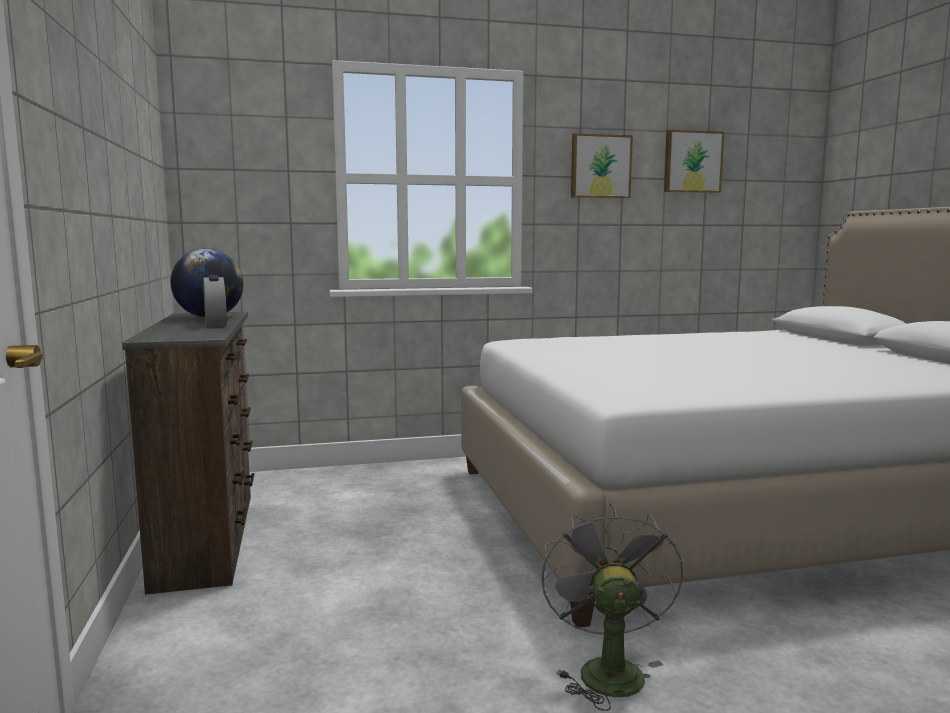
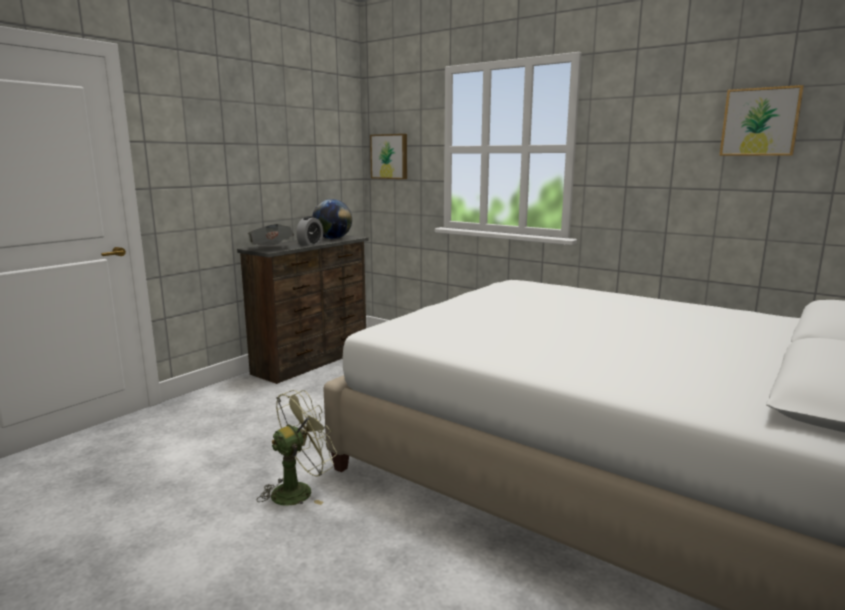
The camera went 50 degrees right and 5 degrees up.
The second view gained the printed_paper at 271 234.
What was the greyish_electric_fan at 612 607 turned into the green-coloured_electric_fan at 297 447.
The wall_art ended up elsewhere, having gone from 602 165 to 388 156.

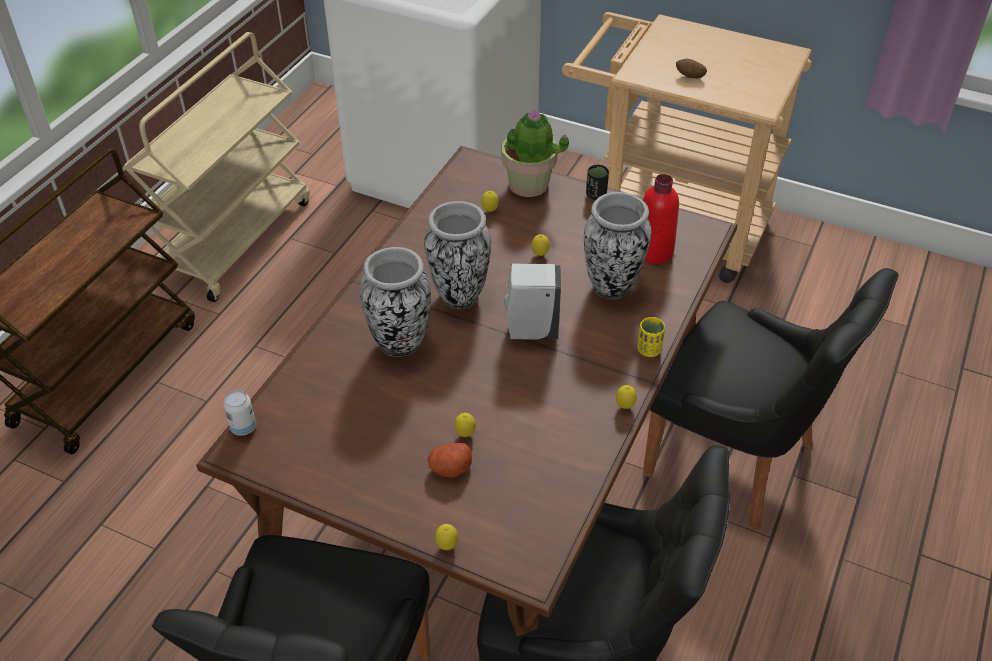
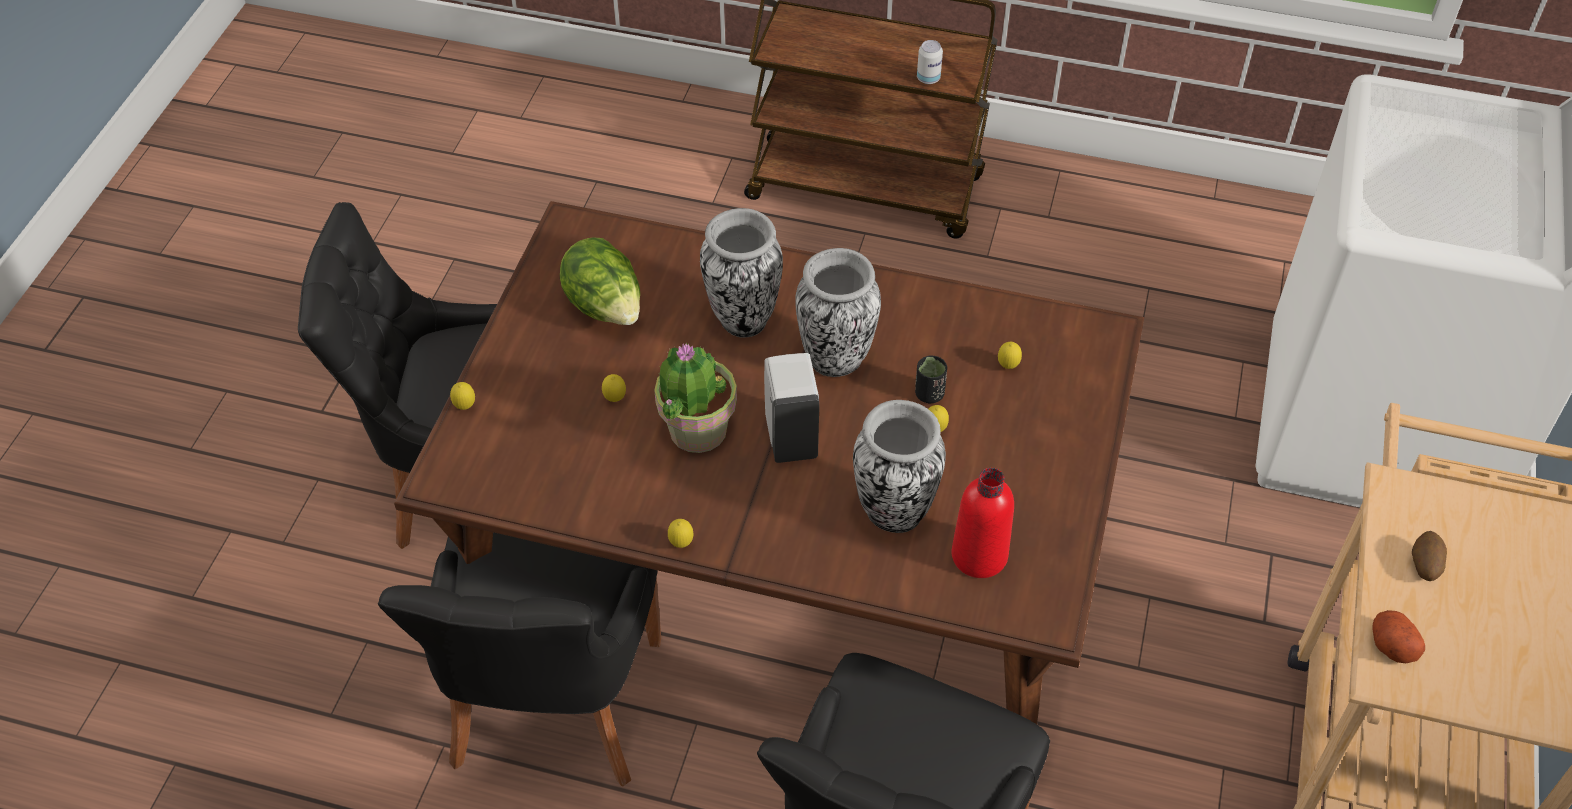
The camera went 80 degrees right and 5 degrees up.
The second view gained the head_of_lettuce at 600 281.
The potted_plant ended up elsewhere, having gone from 535 153 to 695 397.
The black_cup ended up elsewhere, having gone from 597 182 to 931 379.
The sealed_can ended up elsewhere, having gone from 239 413 to 930 62.
The whole_potato ended up elsewhere, having gone from 450 460 to 1398 636.
The second view lost the beige_wheeled_cart at 216 167.
The second view lost the yellow_cup at 651 337.

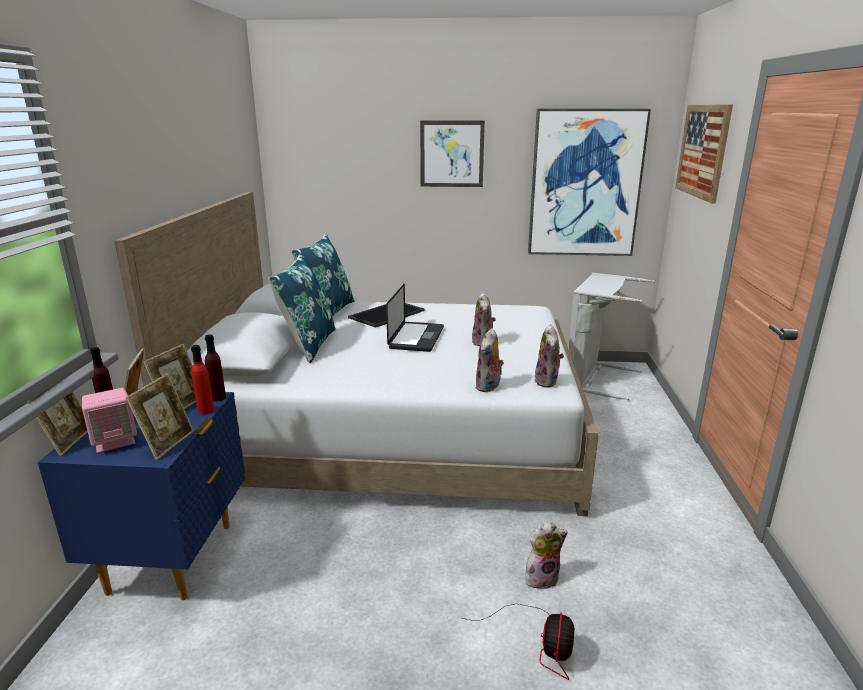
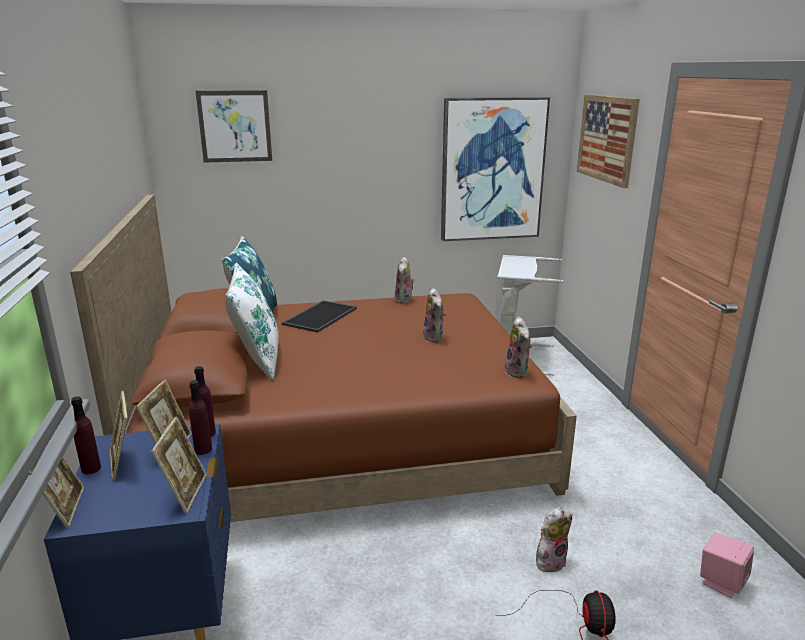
The camera went 15 degrees left and 0 degrees up.
What was the white_bedroom_bed at 356 354 turned into the brownish_bedroom_bed at 323 358.
What was the red-coloured_beverage_bottle at 202 380 turned into the purple_beverage_bottle at 200 417.
The wall_art ended up elsewhere, having gone from 452 153 to 234 126.
What was the blue-coloured_cushion at 302 308 turned into the white_cushion at 252 321.
The plush_toy ended up elsewhere, having gone from 489 360 to 405 280.
The pink_audio_speaker ended up elsewhere, having gone from 109 420 to 727 565.
The second view lost the portable_computer at 415 318.

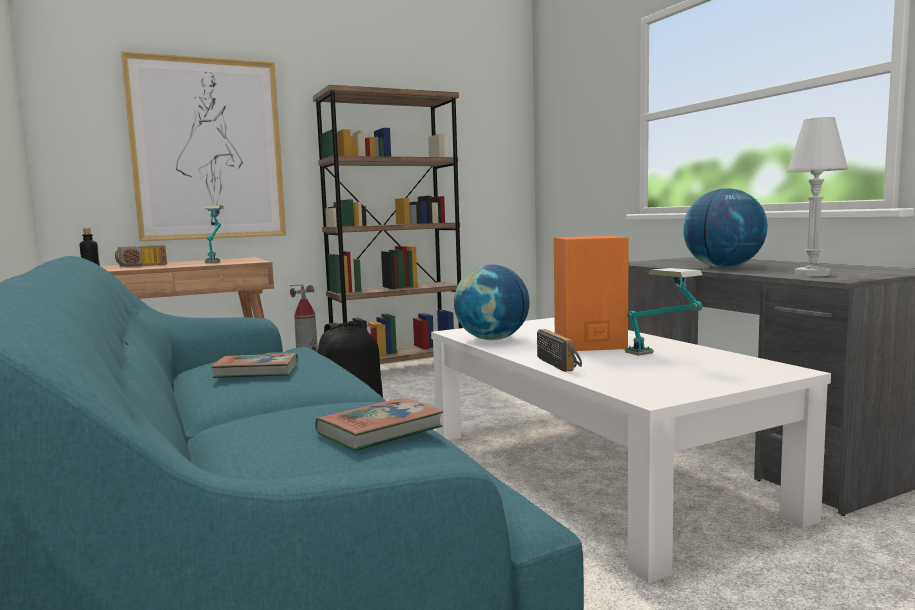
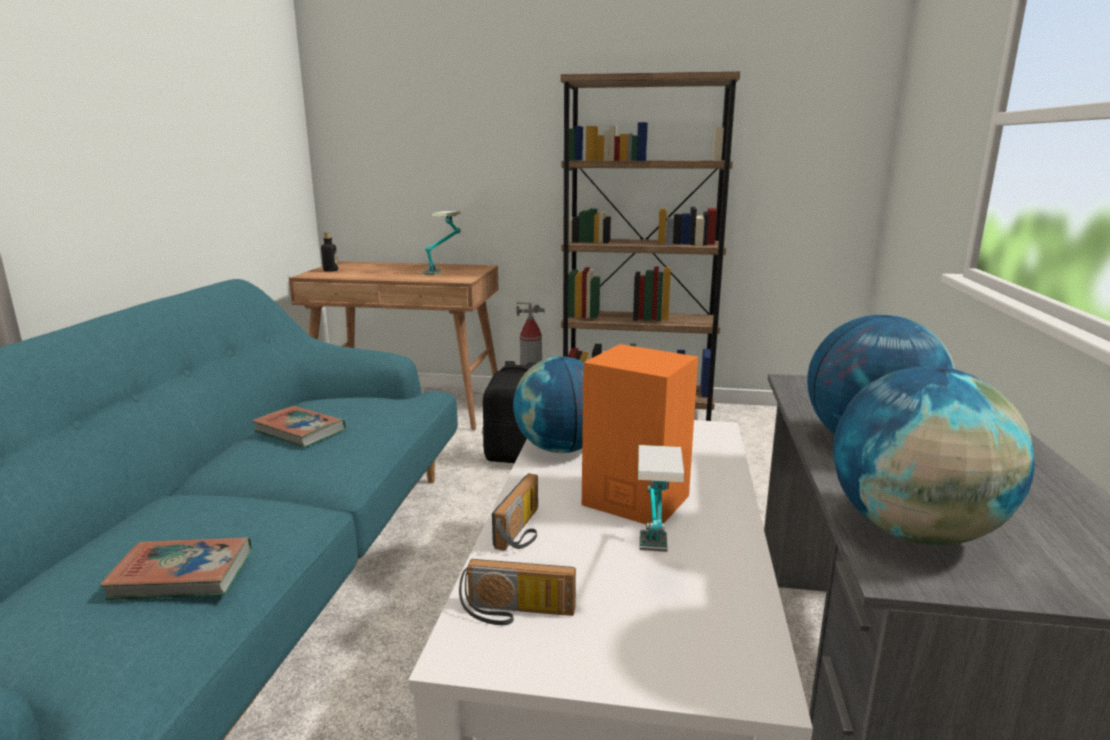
The camera went 35 degrees right and 10 degrees up.
The radio_receiver ended up elsewhere, having gone from 141 256 to 517 592.
Where the white_tabletop_lamp stood at 817 196, the globe came to stand at 934 455.
The second view lost the wall_art at 203 146.

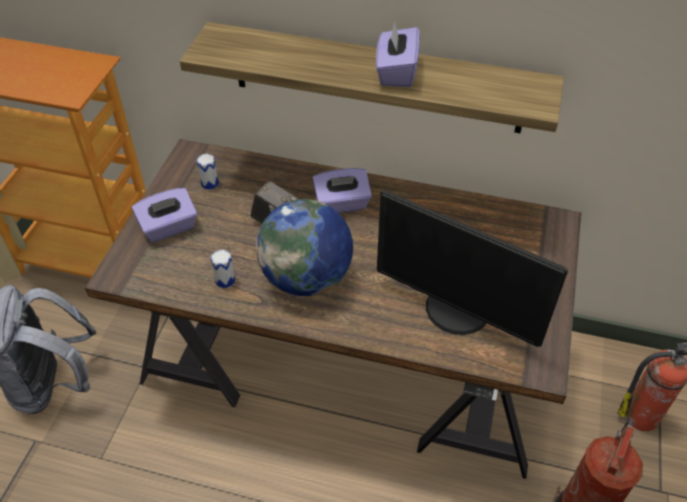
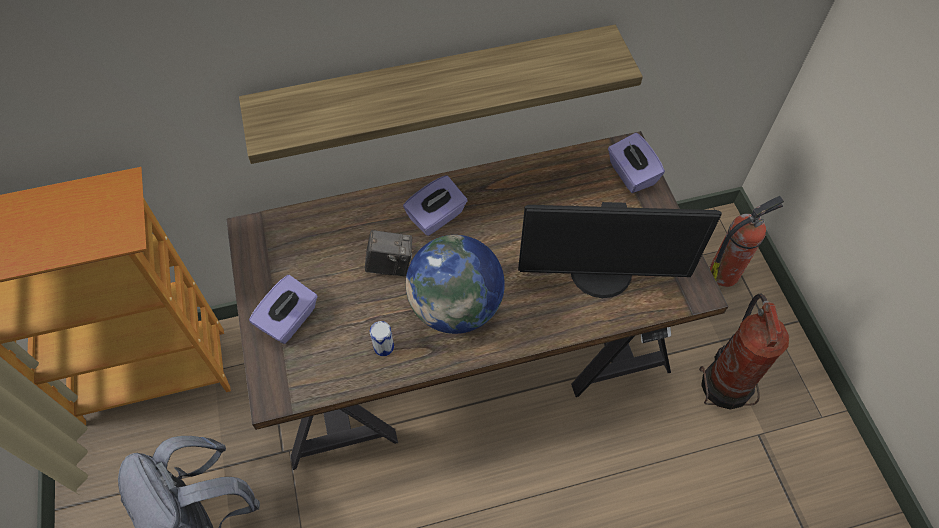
The camera went 30 degrees left and 10 degrees up.
The purple_tissue_box ended up elsewhere, having gone from 398 54 to 636 163.
The second view lost the sealed_can at 207 172.

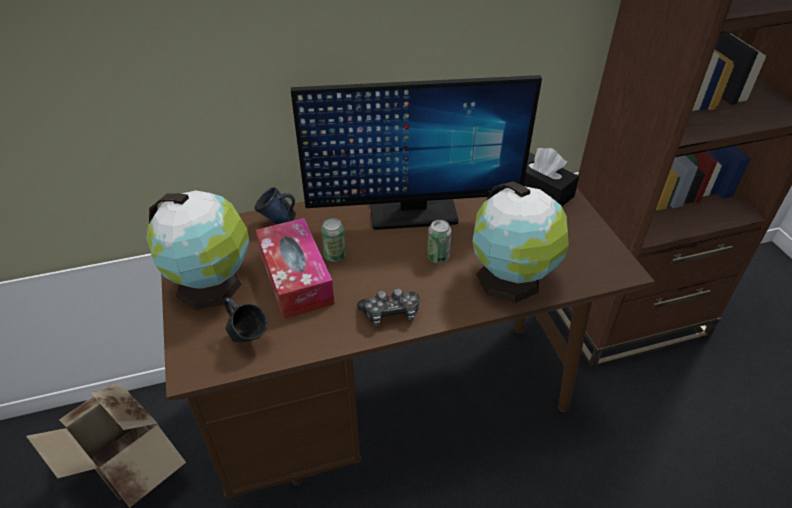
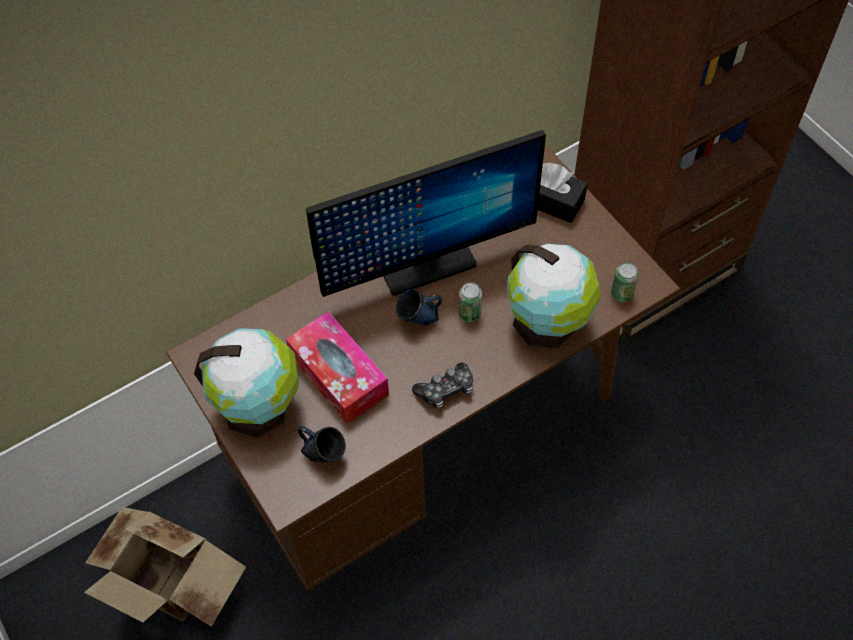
The camera went 15 degrees left and 15 degrees up.
The blue-coloured_coffee_mug ended up elsewhere, having gone from 275 205 to 419 307.
The sealed_can ended up elsewhere, having gone from 333 240 to 625 282.

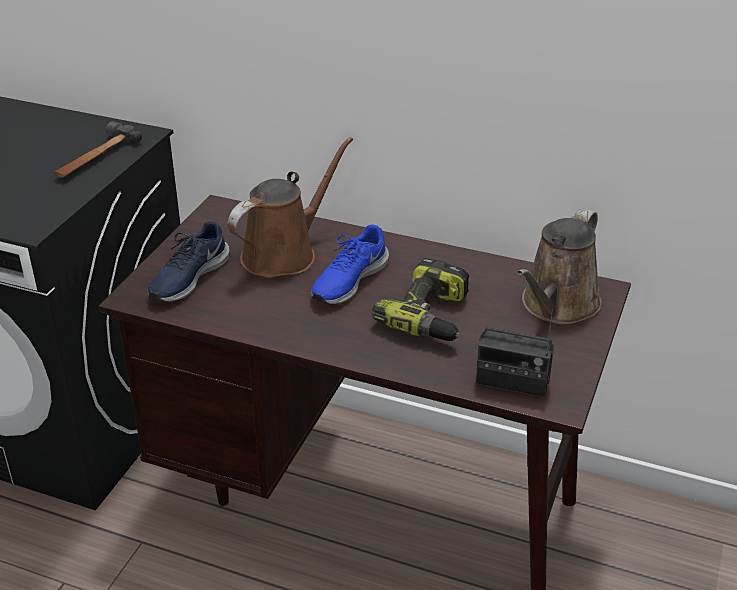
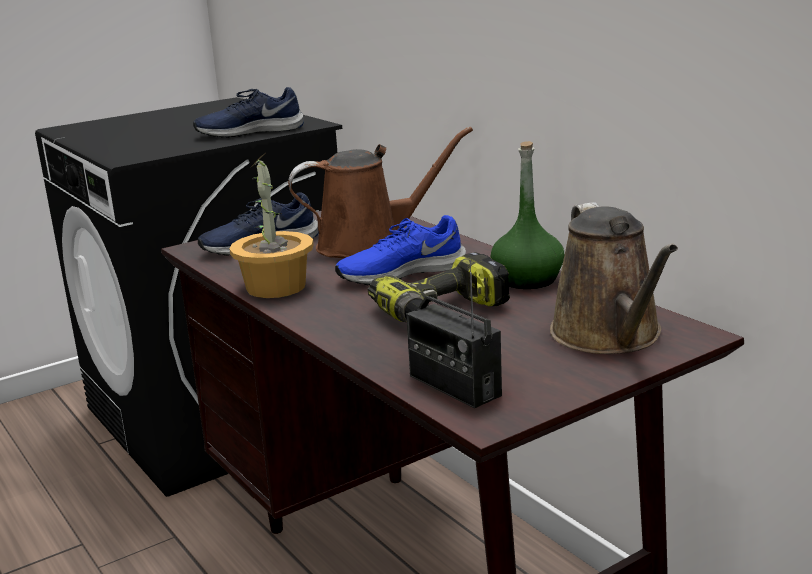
The camera went 35 degrees right and 15 degrees down.
Where the hand_hammer stood at 98 149, the blue-coloured_shoe came to stand at 248 112.
The second view gained the potted_plant at 271 226.
The second view gained the green-coloured_beverage_bottle at 527 215.
The brownish_watering_can at 559 266 ended up facing another way, 75 degrees counterclockwise from before.

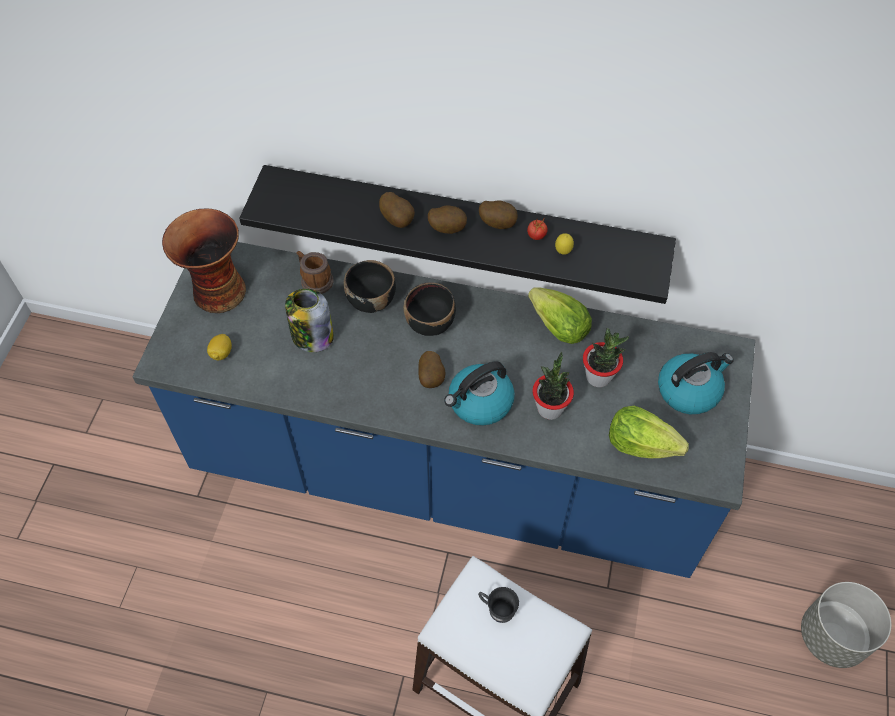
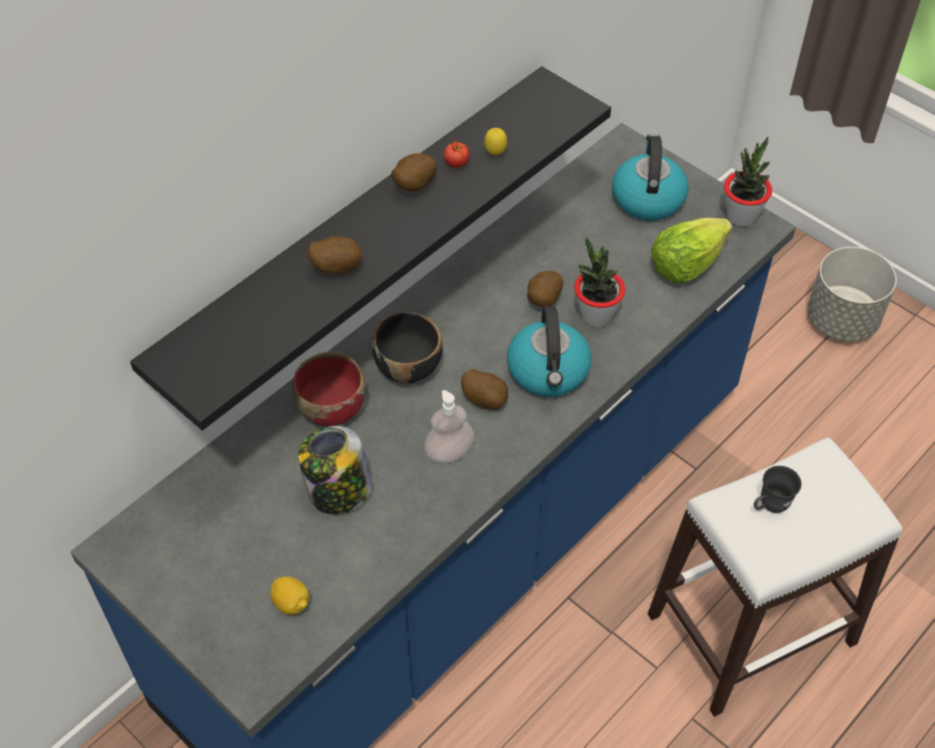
The camera went 60 degrees left and 5 degrees down.
What was the black_serving_bowl at 370 286 turned into the red-coloured_serving_bowl at 329 389.
The second view gained the liquid_soap_bottle at 449 426.
The whole_potato ended up elsewhere, having gone from 447 219 to 545 289.
The potted_plant ended up elsewhere, having gone from 606 357 to 748 182.
The second view lost the vase at 204 260.
The second view lost the coffee_mug at 315 272.
The second view lost the head_of_lettuce at 560 315.

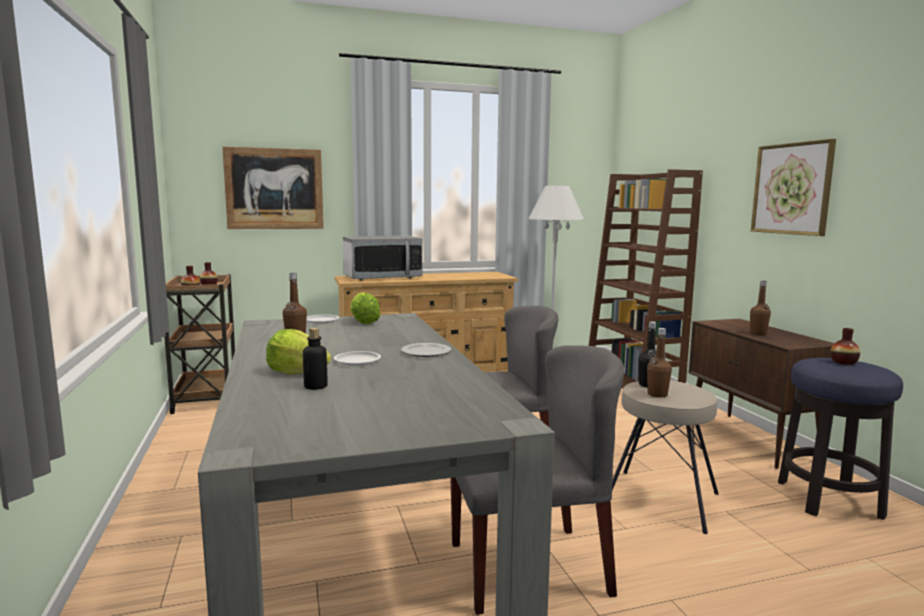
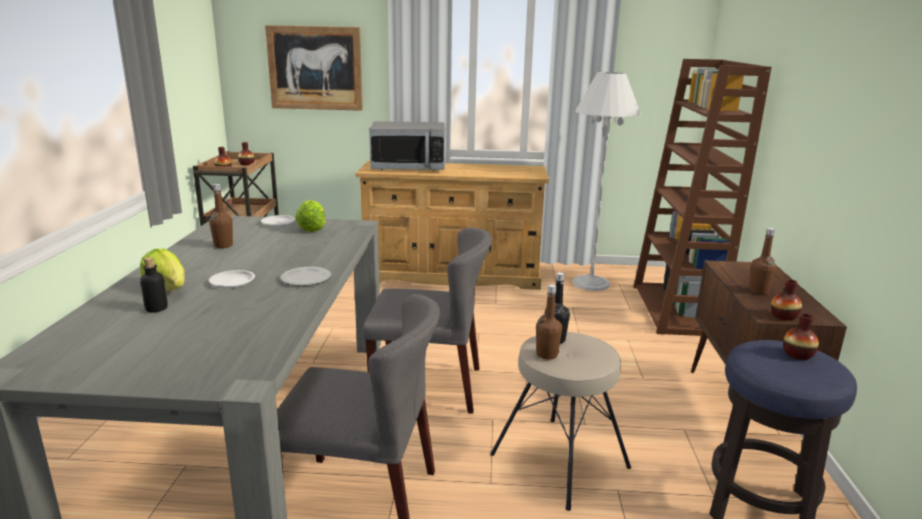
The camera went 20 degrees right and 10 degrees up.
The second view gained the vase at 786 300.
The second view lost the wall_art at 793 187.

